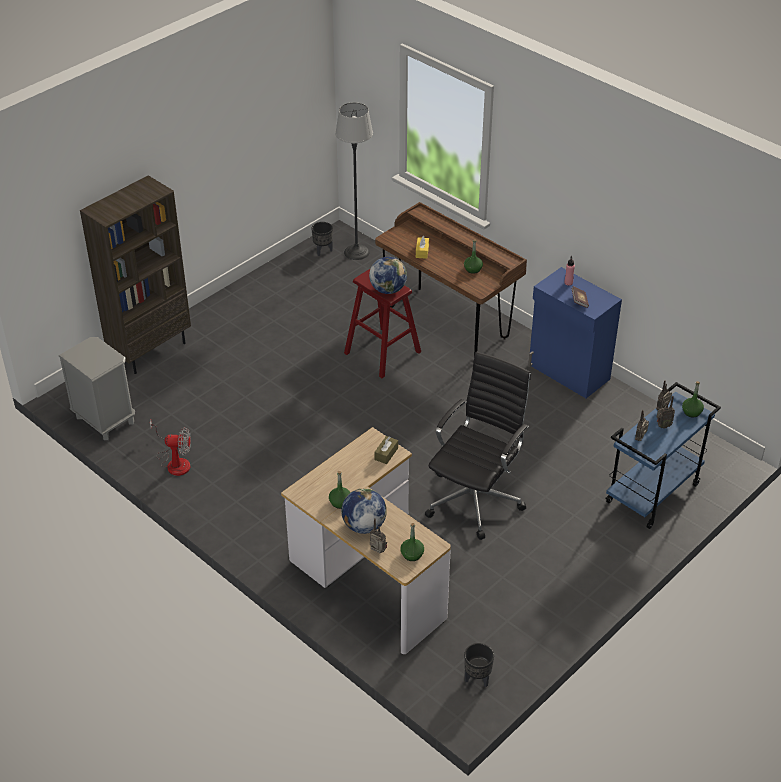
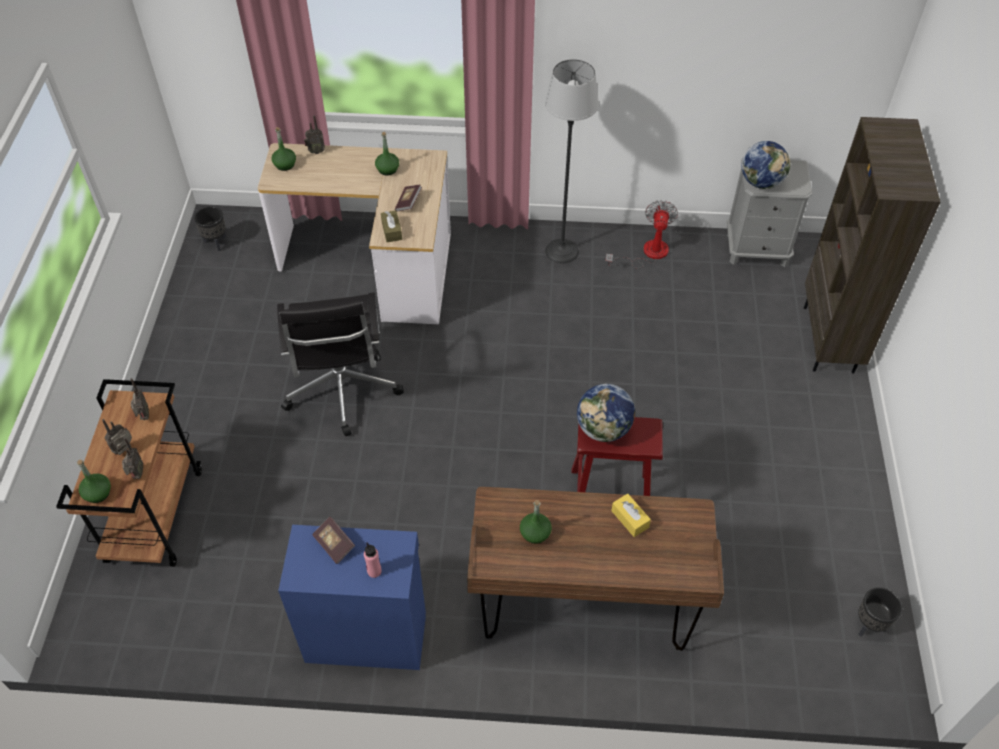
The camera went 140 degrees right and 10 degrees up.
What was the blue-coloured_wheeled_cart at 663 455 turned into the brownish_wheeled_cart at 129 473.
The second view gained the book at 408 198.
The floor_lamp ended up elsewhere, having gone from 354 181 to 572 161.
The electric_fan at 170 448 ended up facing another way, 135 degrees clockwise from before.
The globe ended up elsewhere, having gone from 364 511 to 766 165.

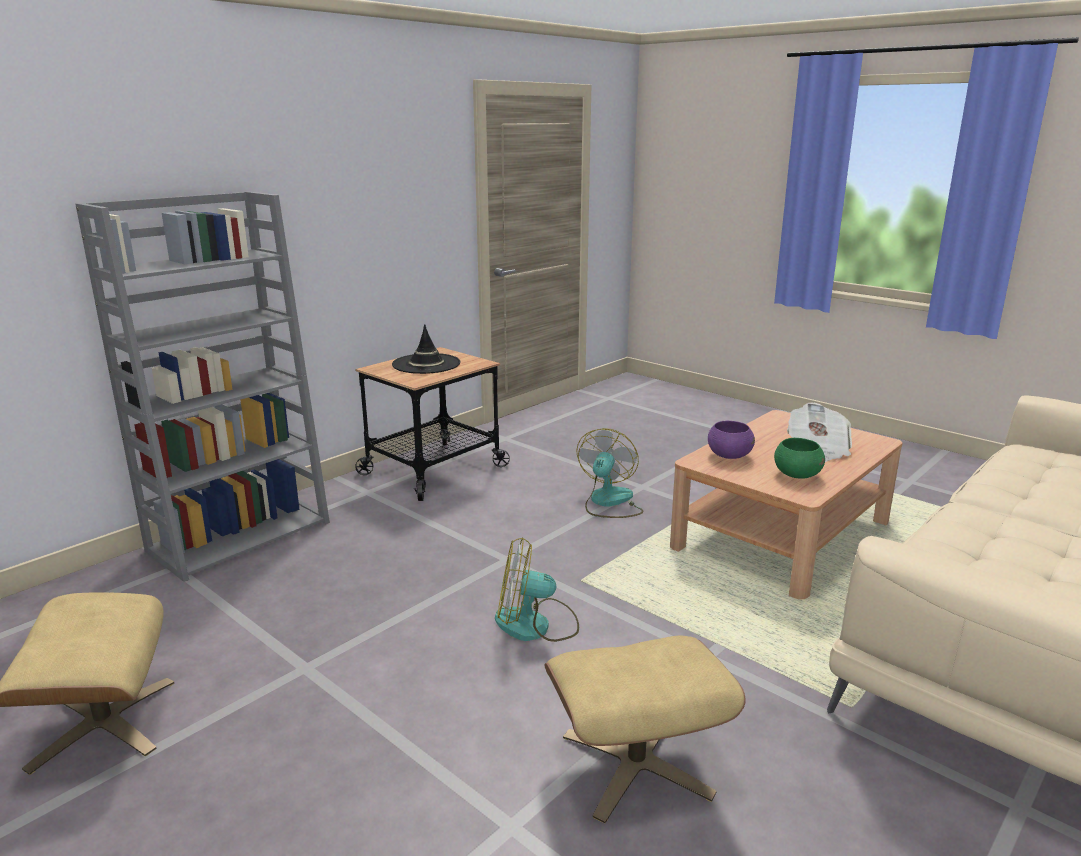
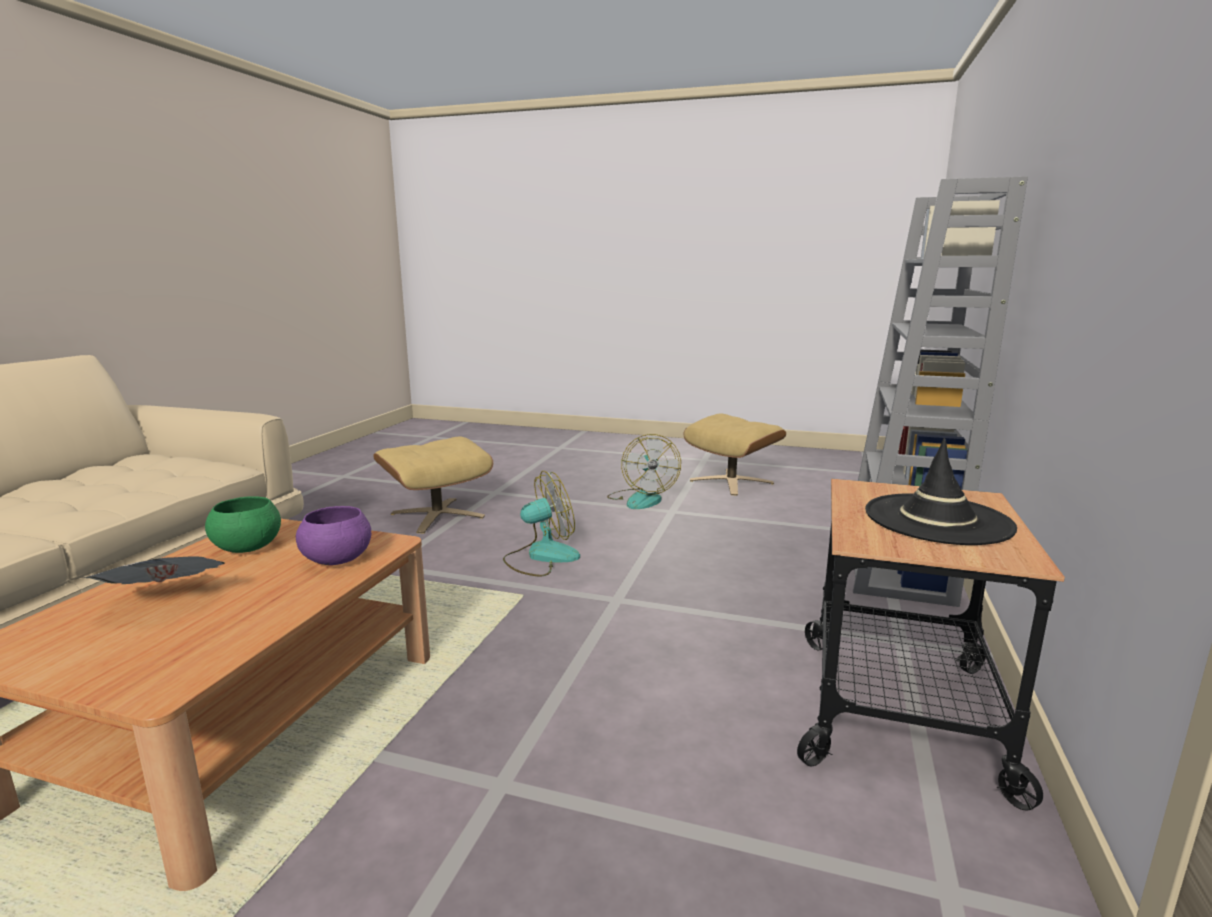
The camera went 155 degrees right and 5 degrees down.
The electric_fan ended up elsewhere, having gone from 610 473 to 644 471.

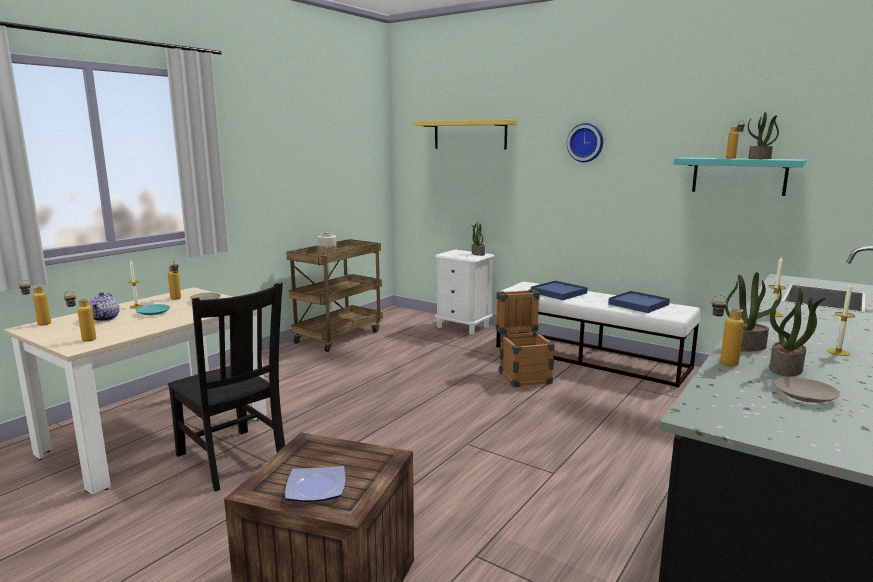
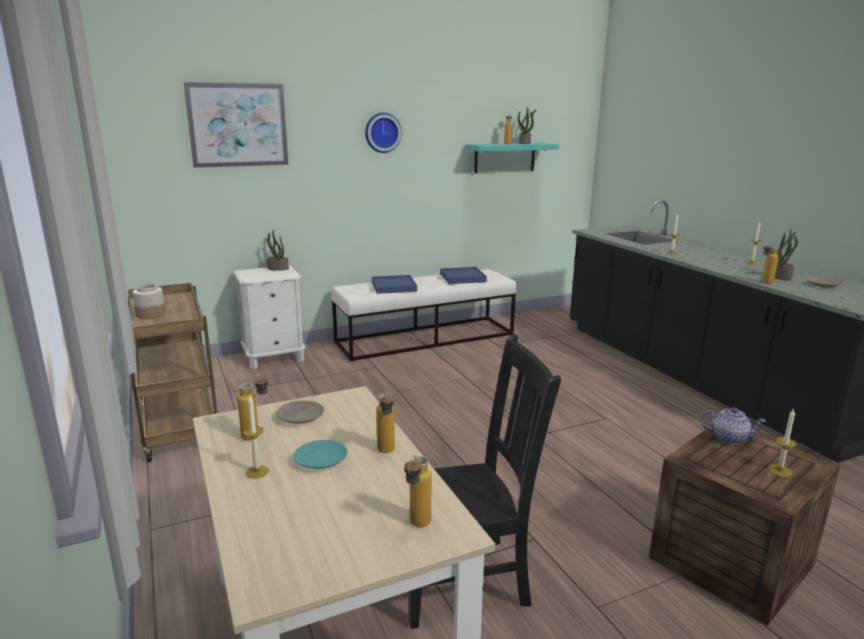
The camera went 60 degrees left and 5 degrees up.
Where the yellow_shelf hung at 465 134, the wall_art came to hang at 236 125.
The beverage_bottle ended up elsewhere, having gone from 34 303 to 385 422.
The teapot ended up elsewhere, having gone from 104 307 to 733 425.
Where the plate stood at 315 484, the wax_light came to stand at 782 443.
The second view lost the shipping_crate at 525 338.
The second view lost the potted_plant at 753 311.

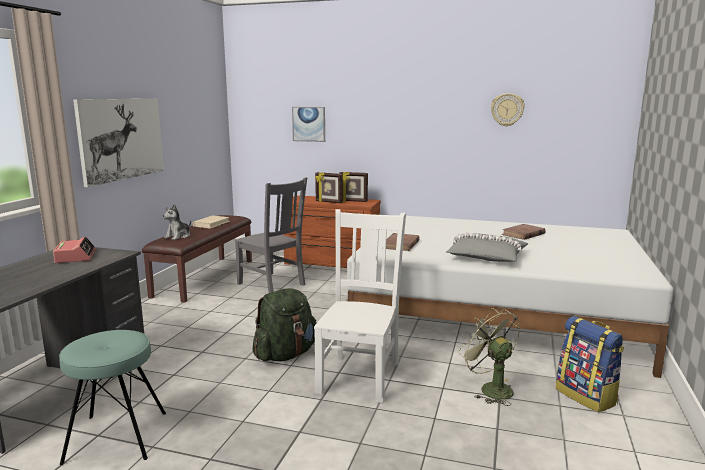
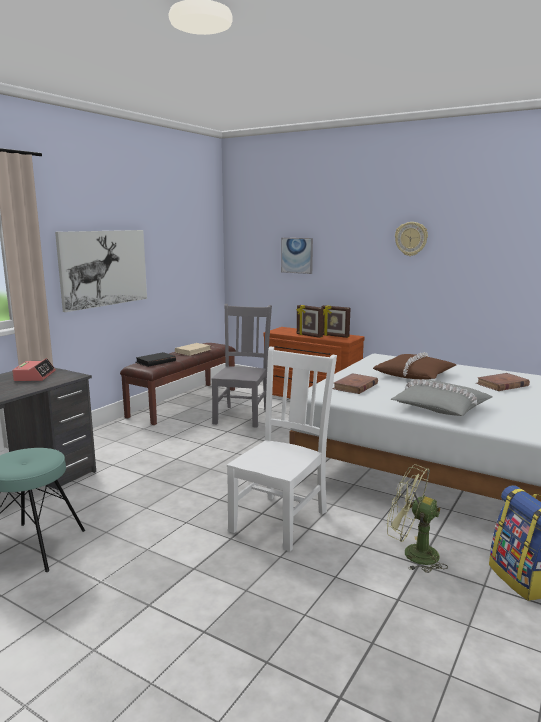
The camera went 15 degrees right and 0 degrees up.
Where the plush_toy stood at 177 222, the black_book came to stand at 155 359.
The greyish_upright_chair at 271 235 ended up facing another way, 135 degrees counterclockwise from before.
The second view gained the brownish_cushion at 414 366.
The green-coloured_electric_fan at 489 357 ended up facing another way, 45 degrees counterclockwise from before.
The hanging_clock ended up elsewhere, having gone from 508 110 to 411 239.
The second view lost the green-coloured_backpack at 284 324.

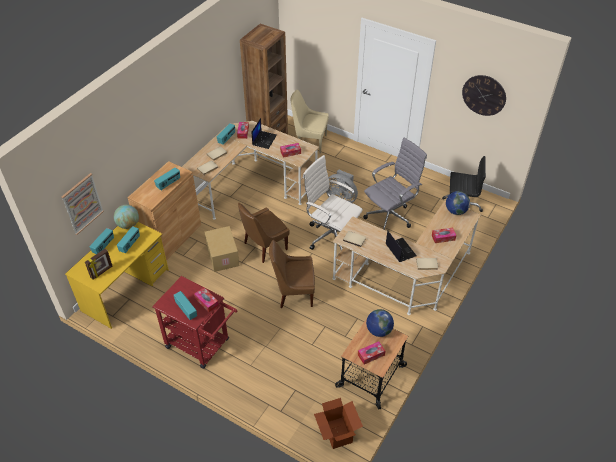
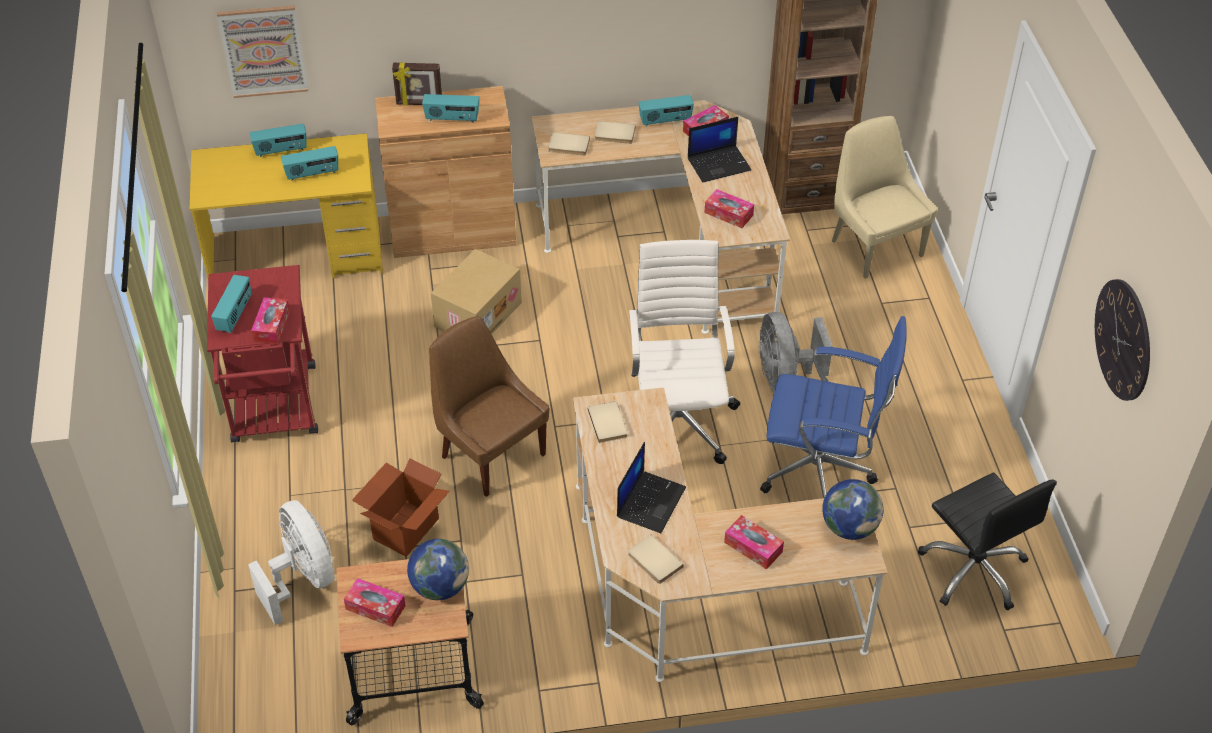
The camera went 50 degrees right and 0 degrees up.
The second view gained the white_electric_fan at 291 562.
The packing_box ended up elsewhere, having gone from 338 423 to 401 507.
The standing_frame ended up elsewhere, having gone from 98 264 to 417 84.
What was the greyish_computer_chair at 395 184 turned into the blue-coloured_computer_chair at 833 407.
The second view lost the globe at 126 217.
The second view lost the brownish_upright_chair at 263 233.

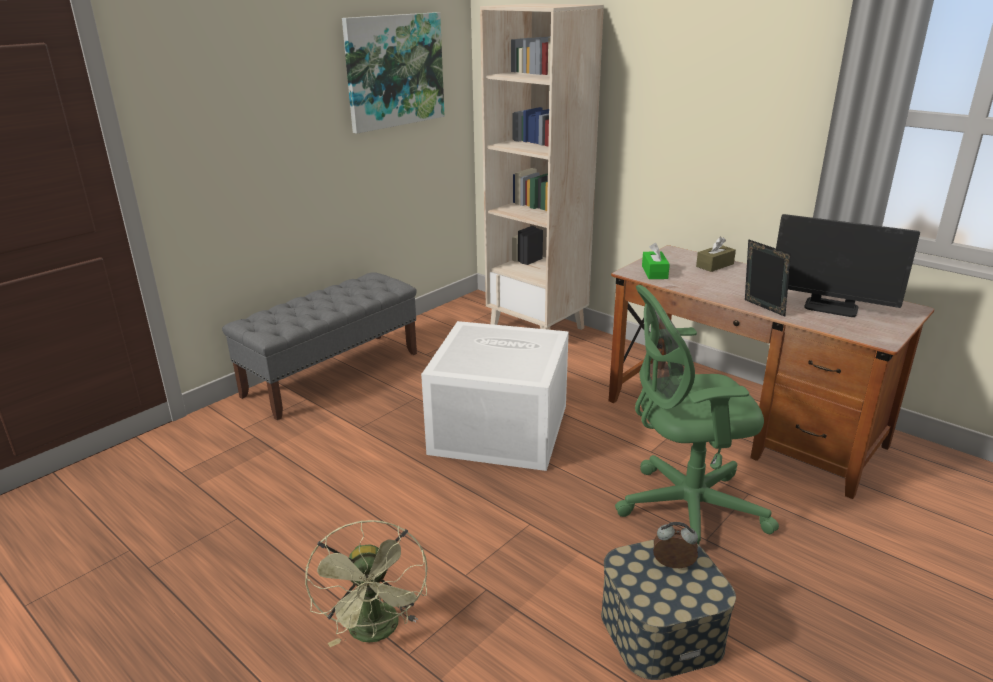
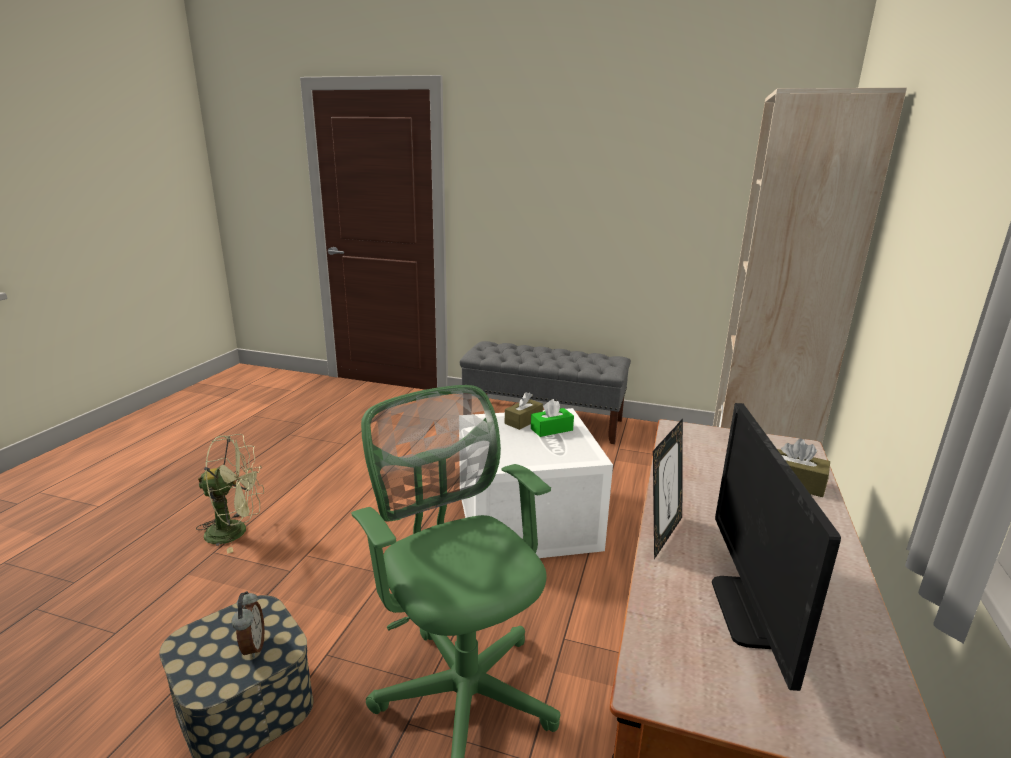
The camera went 65 degrees right and 5 degrees down.
The green-coloured_electric_fan at 366 583 ended up facing another way, 150 degrees counterclockwise from before.
The second view gained the brownish_tissue_box at 524 411.
The green-coloured_tissue_box ended up elsewhere, having gone from 656 261 to 552 418.
The second view lost the wall_art at 393 73.

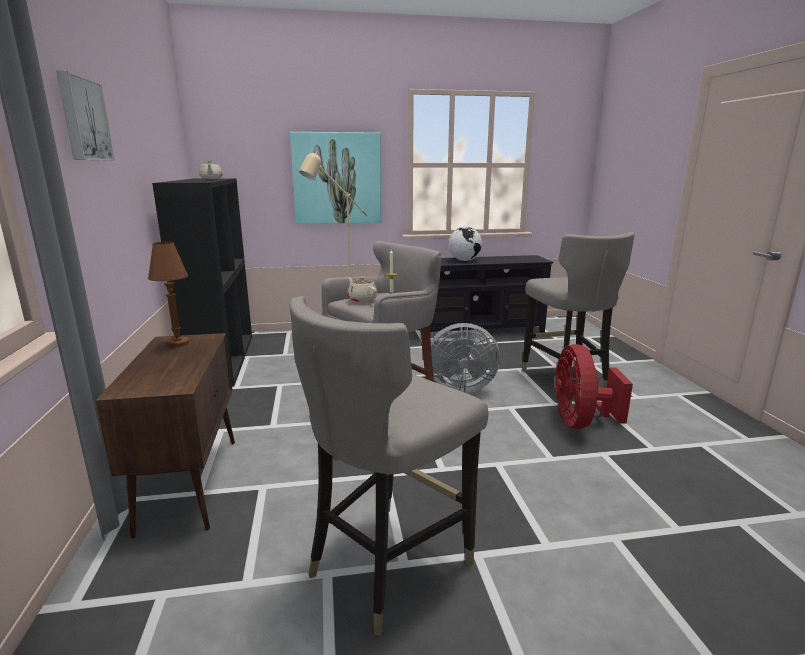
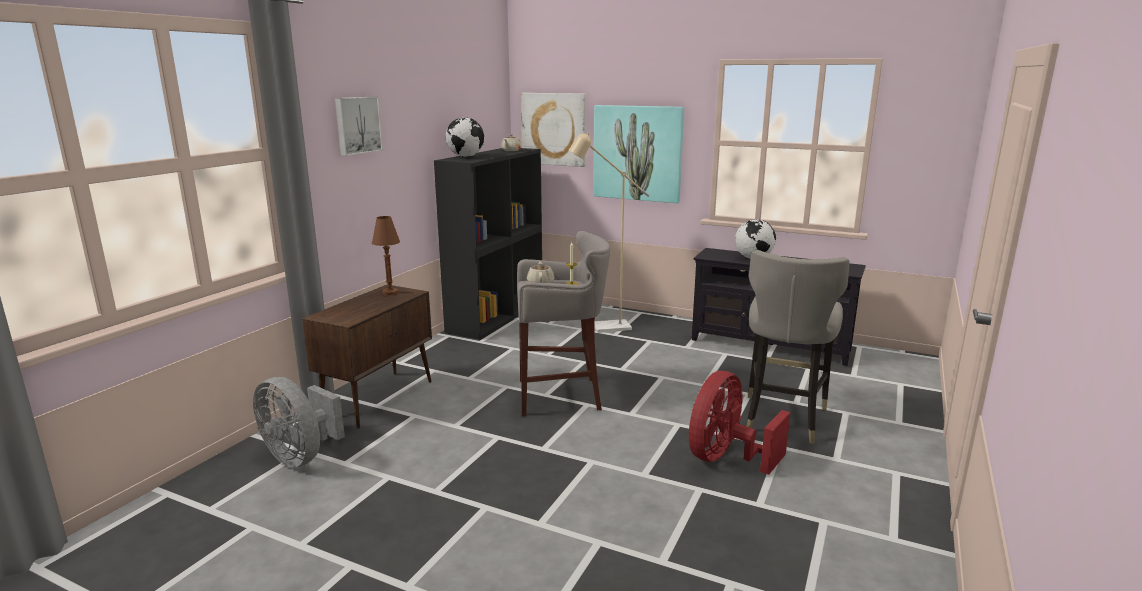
The camera went 35 degrees right and 0 degrees up.
The greyish_electric_fan ended up elsewhere, having gone from 465 358 to 299 422.
The second view gained the globe at 465 137.
The second view gained the wall_art at 553 130.
The second view lost the greyish_sitting_stool at 389 466.

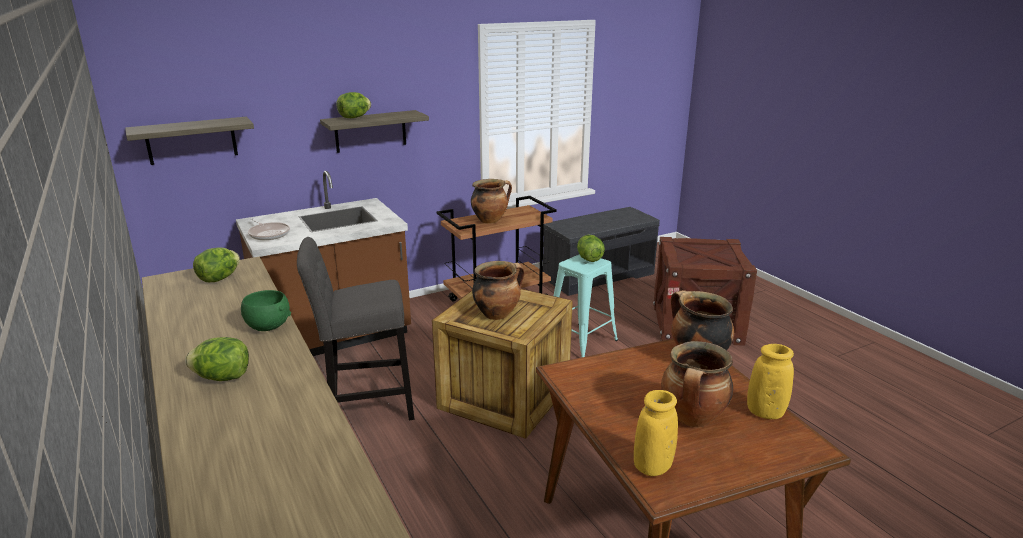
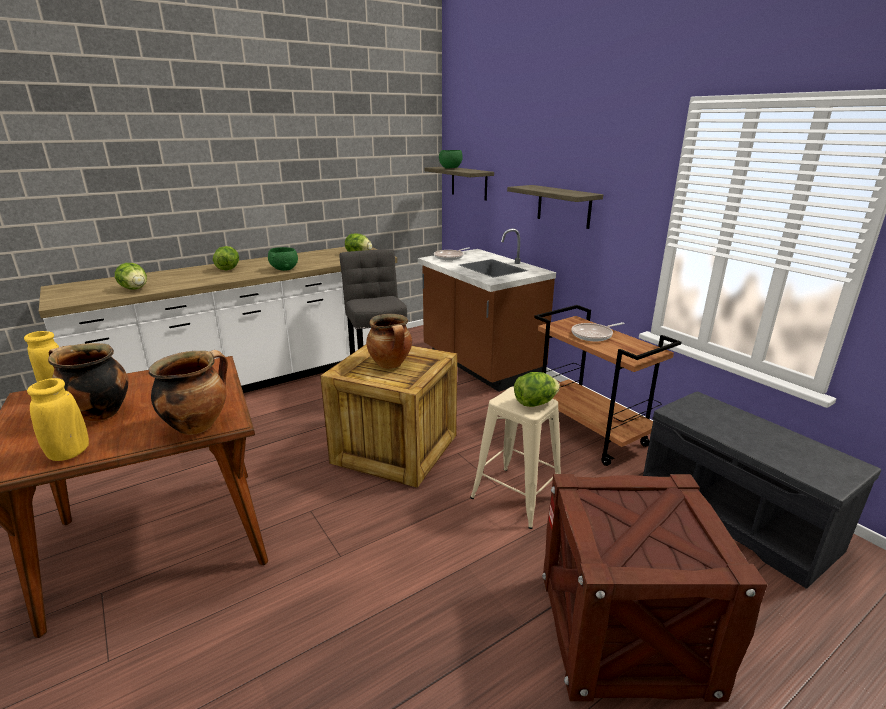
The camera went 85 degrees right and 0 degrees up.
The head_of_lettuce ended up elsewhere, having gone from 353 105 to 131 276.
The second view gained the green-coloured_serving_bowl at 451 159.
What was the turquoise-coloured_sitting_stool at 586 305 turned into the beige_sitting_stool at 515 457.
Where the cooking_pot stood at 491 201, the skillet came to stand at 598 331.

